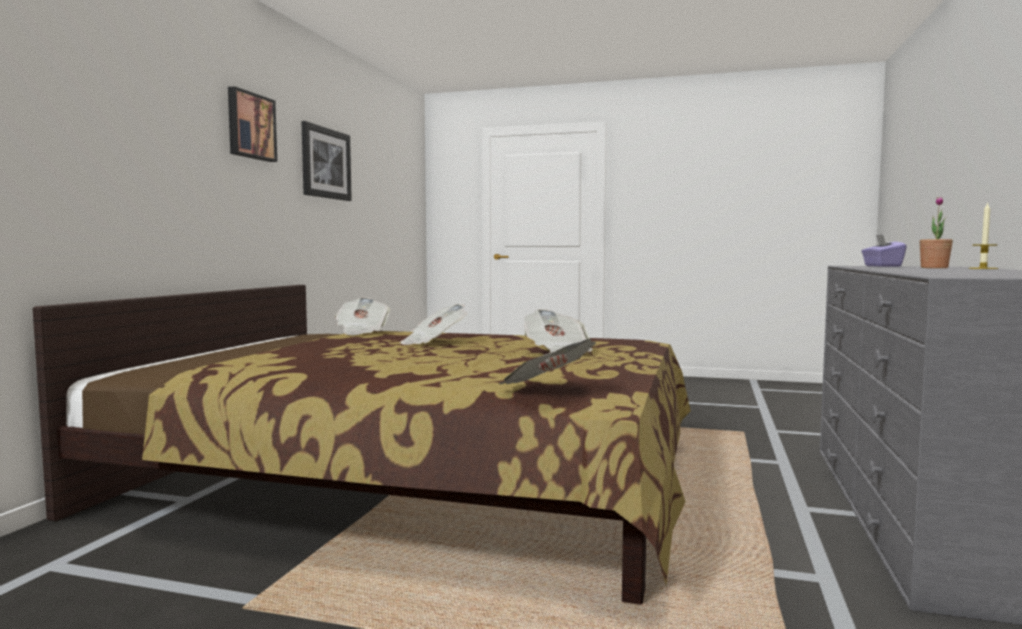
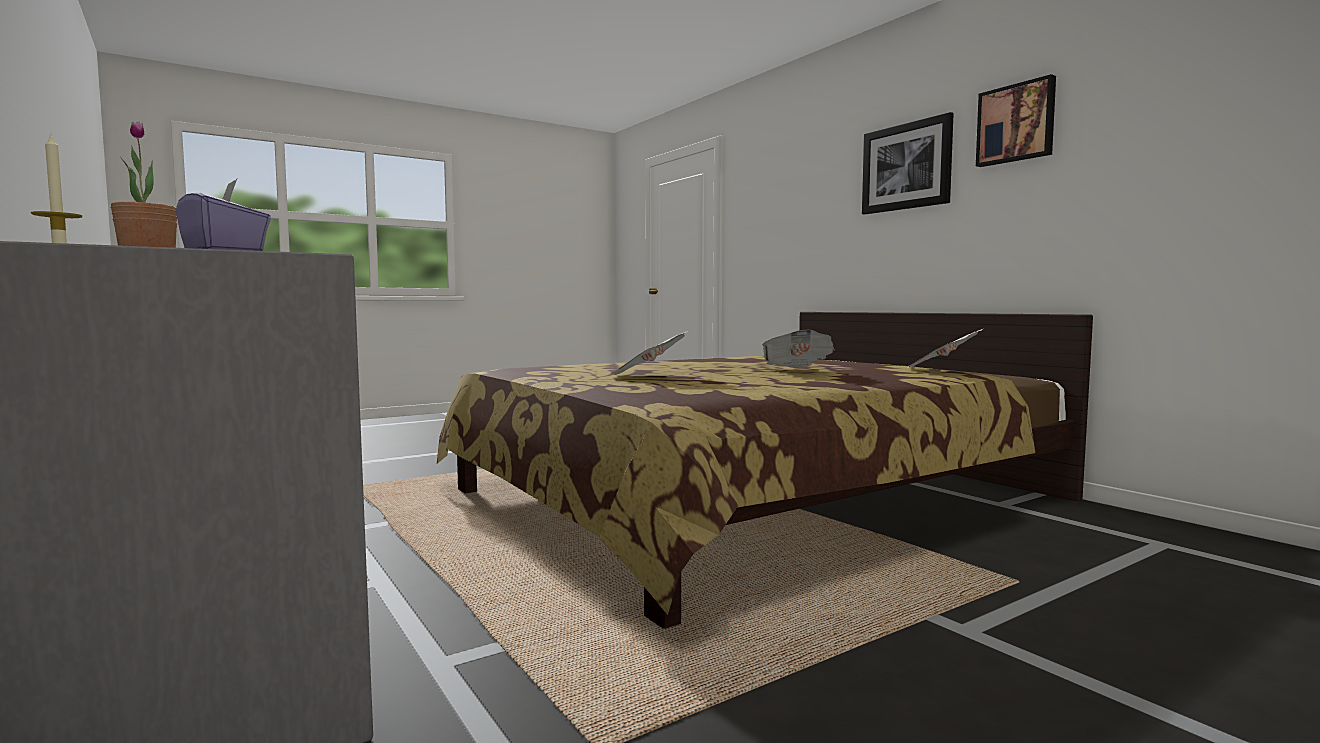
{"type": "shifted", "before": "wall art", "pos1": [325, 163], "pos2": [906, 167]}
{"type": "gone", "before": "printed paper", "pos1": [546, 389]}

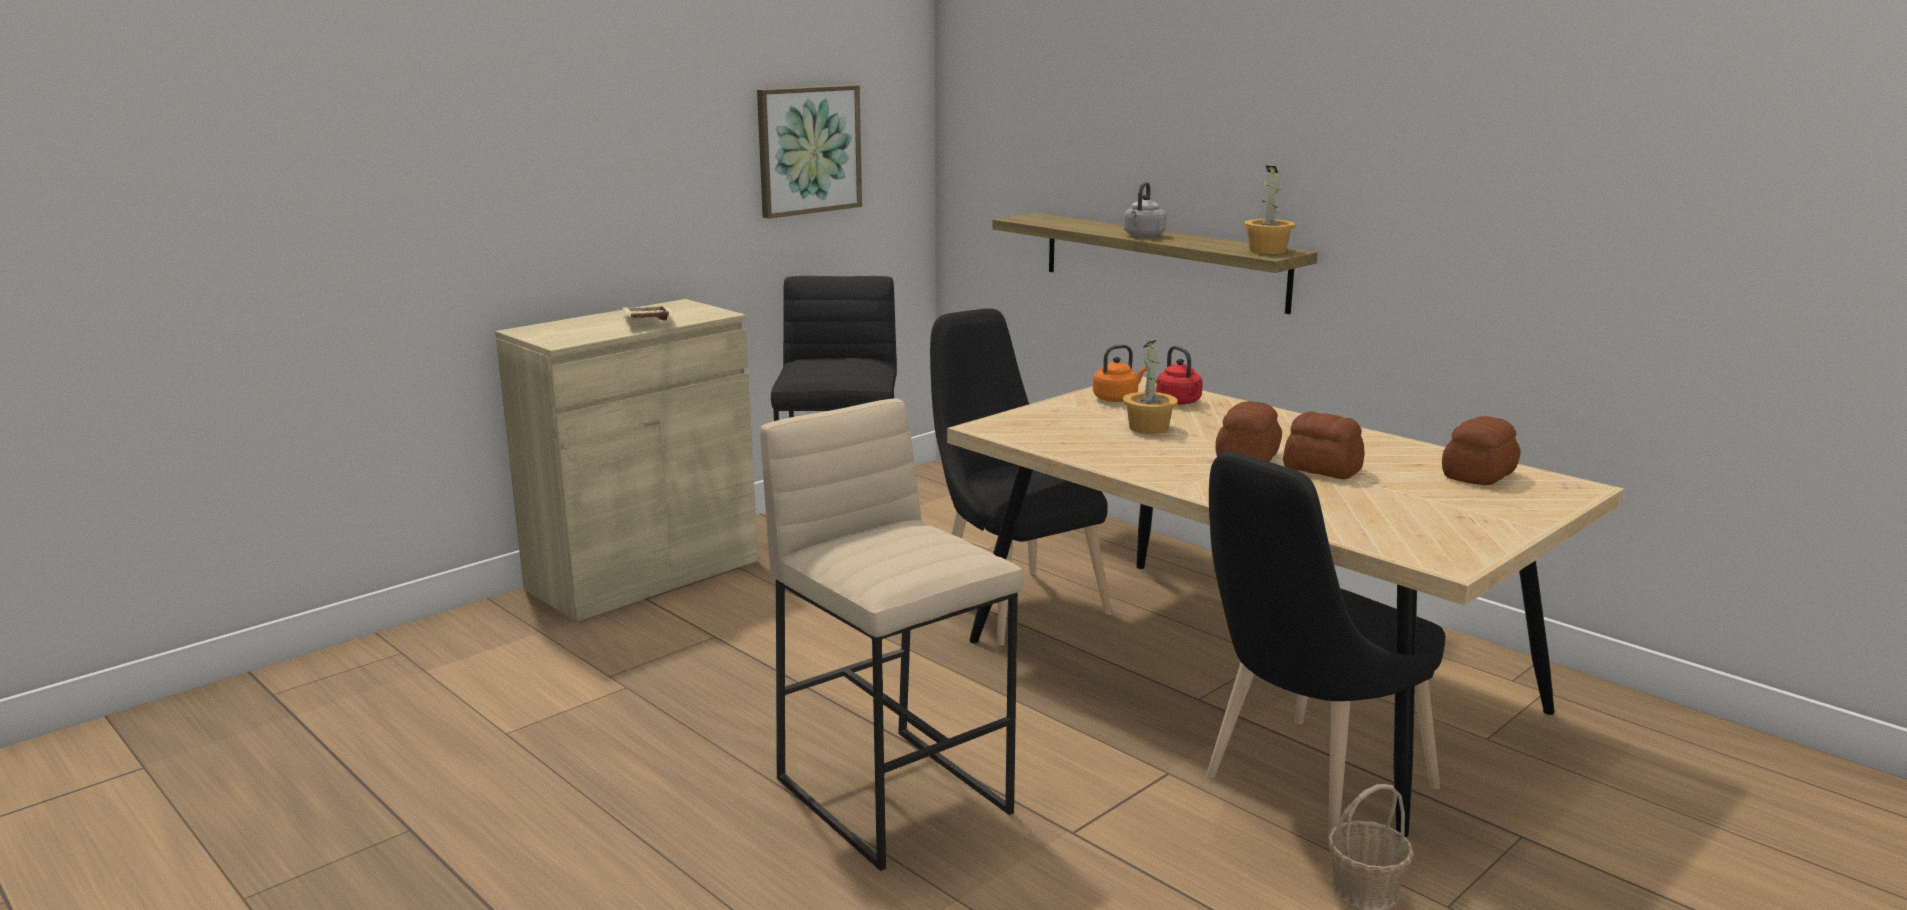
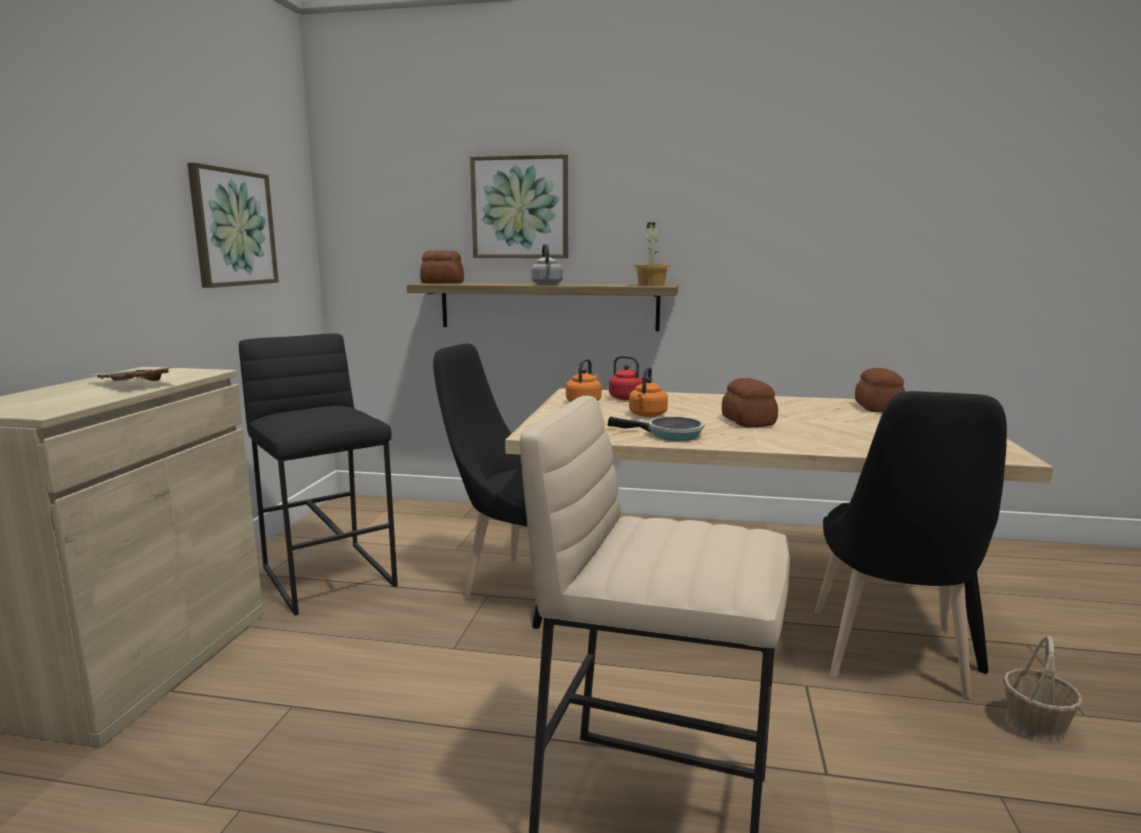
{"type": "shifted", "before": "baked bread", "pos1": [1322, 469], "pos2": [443, 283]}
{"type": "new", "after": "wall art", "pos2": [520, 208]}
{"type": "new", "after": "pan", "pos2": [669, 434]}
{"type": "swapped", "before": "plant in a pot", "after": "orange-coloured tea kettle", "pos1": [1149, 428], "pos2": [647, 415]}

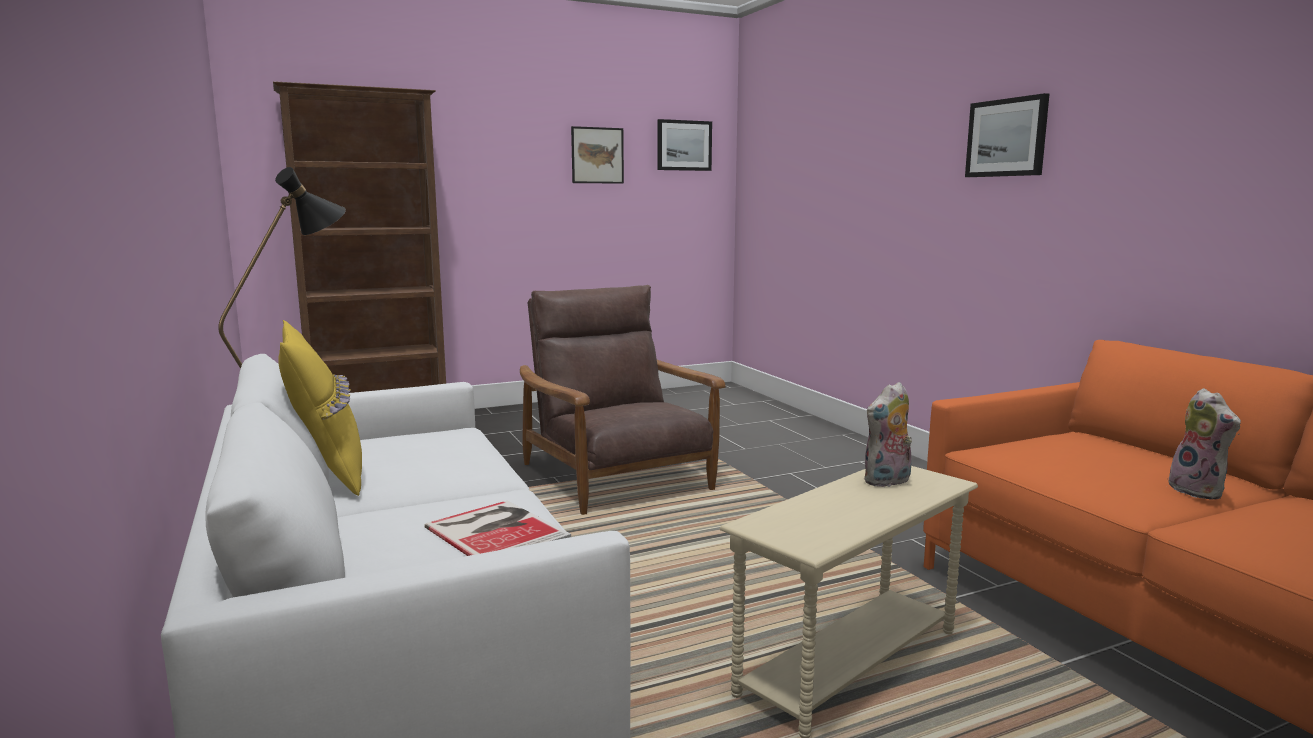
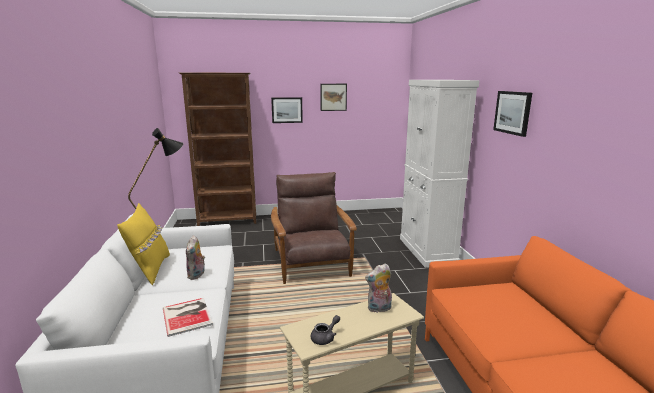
{"type": "shifted", "before": "soft toy", "pos1": [1200, 491], "pos2": [197, 275]}
{"type": "shifted", "before": "wall art", "pos1": [684, 145], "pos2": [287, 110]}
{"type": "new", "after": "gray teapot", "pos2": [325, 338]}
{"type": "new", "after": "white-coloured cupboard", "pos2": [427, 251]}

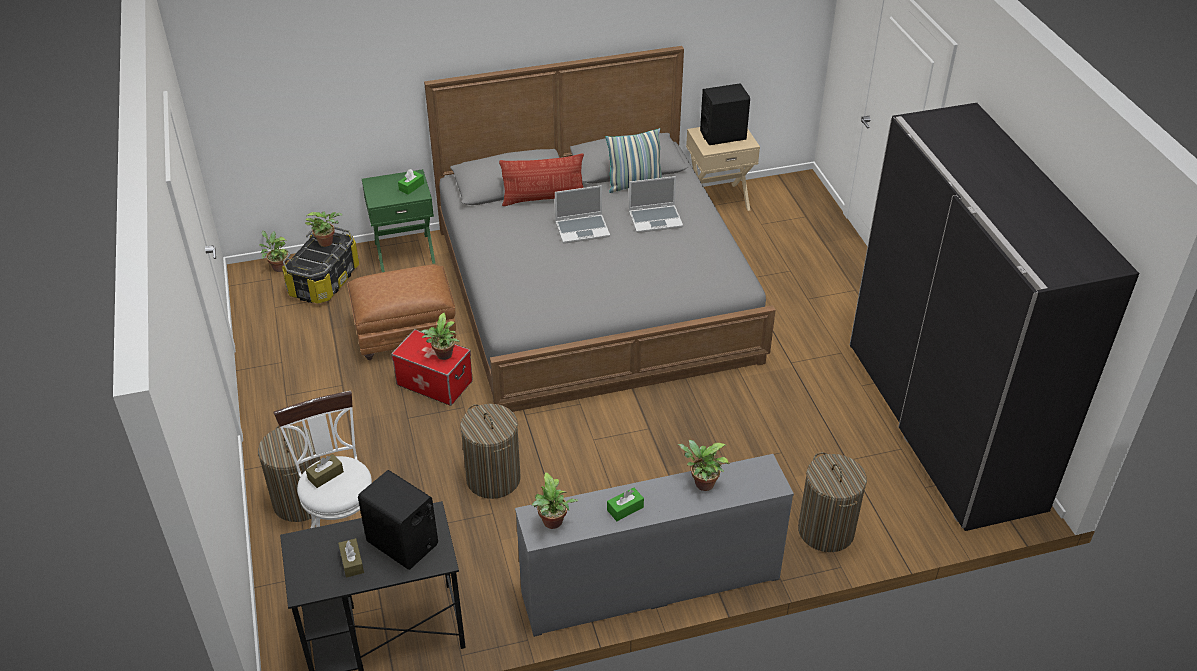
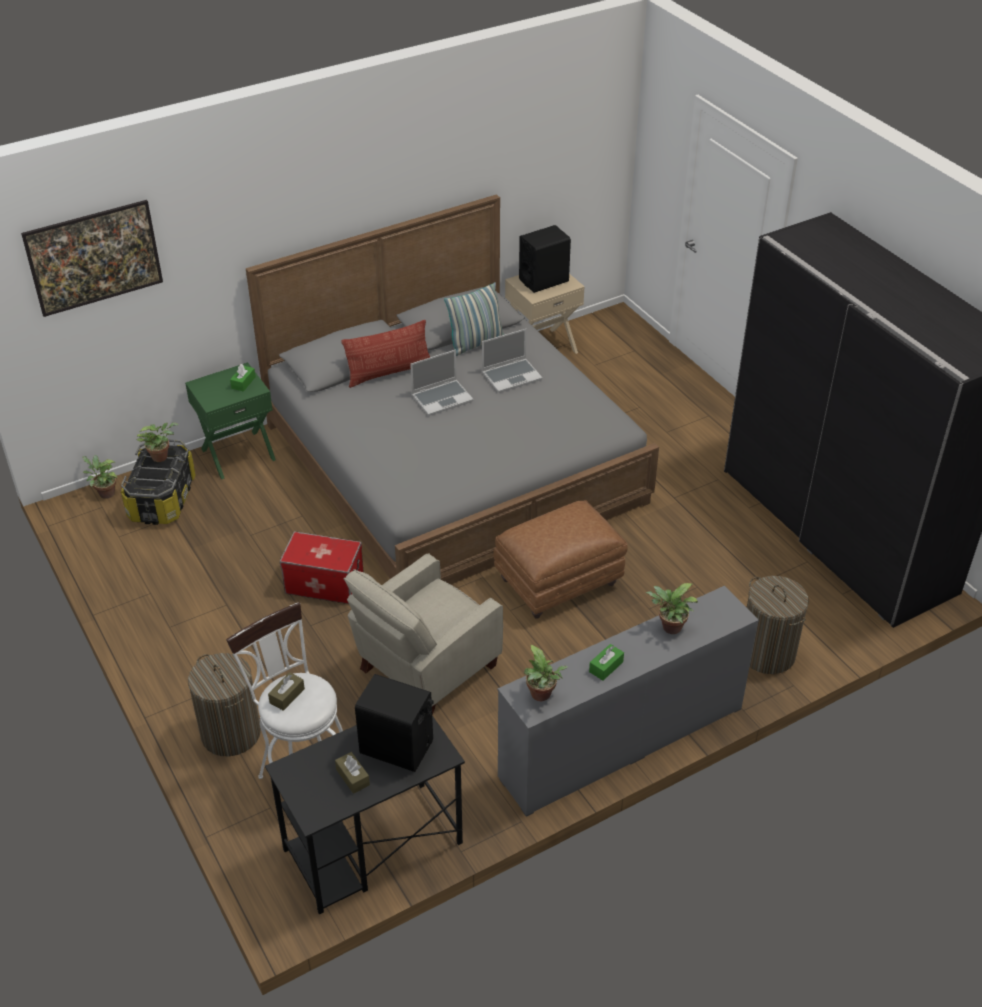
{"type": "new", "after": "wall art", "pos2": [98, 277]}
{"type": "swapped", "before": "hamper", "after": "sand-coloured lounge chair", "pos1": [493, 478], "pos2": [424, 669]}
{"type": "shifted", "before": "brown-coloured pouffe", "pos1": [406, 334], "pos2": [559, 581]}
{"type": "gone", "before": "plant in a pot", "pos1": [443, 356]}

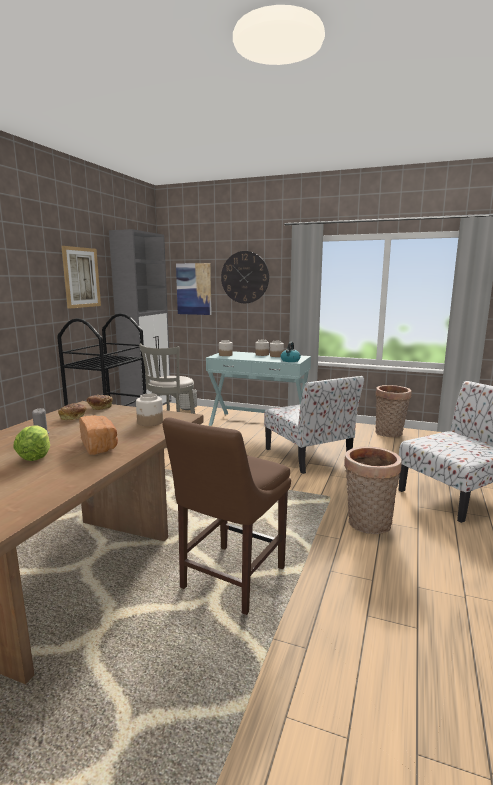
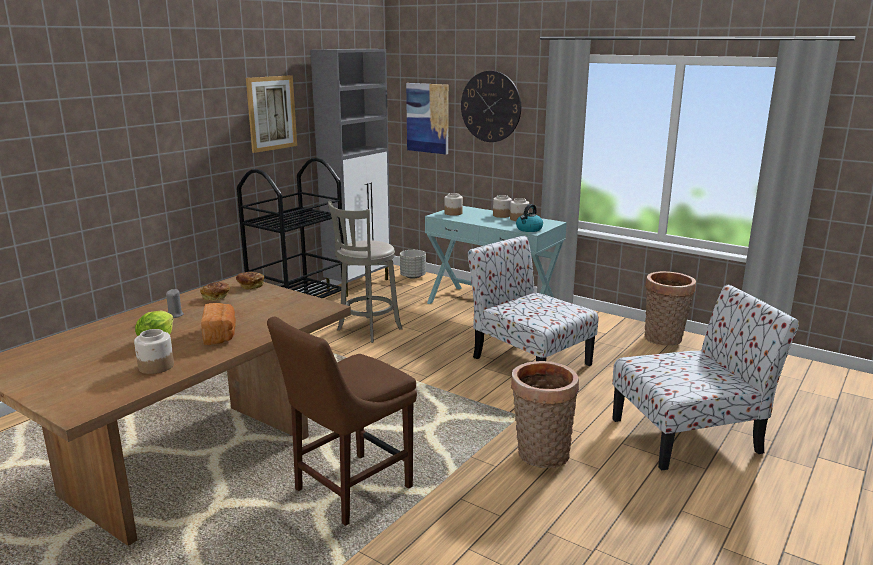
{"type": "shifted", "before": "storage jar", "pos1": [150, 422], "pos2": [156, 367]}
{"type": "rotated", "before": "plain chair", "pos1": [309, 456], "pos2": [529, 360], "turn": 150}

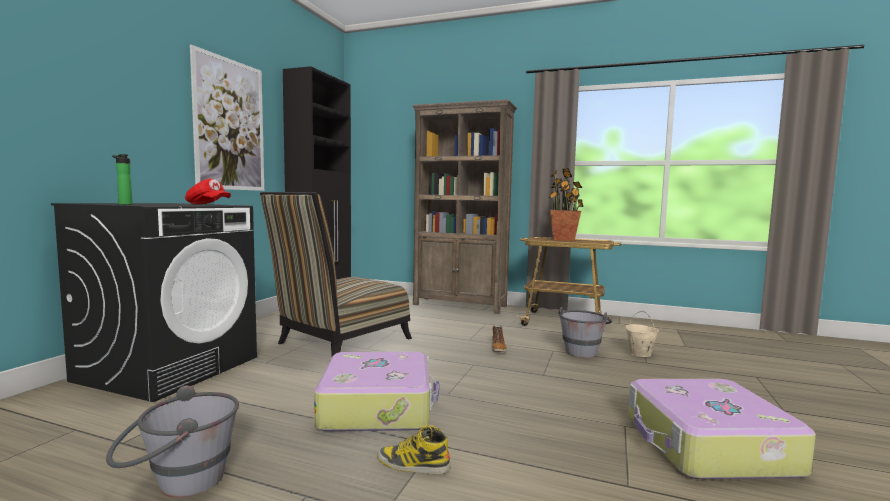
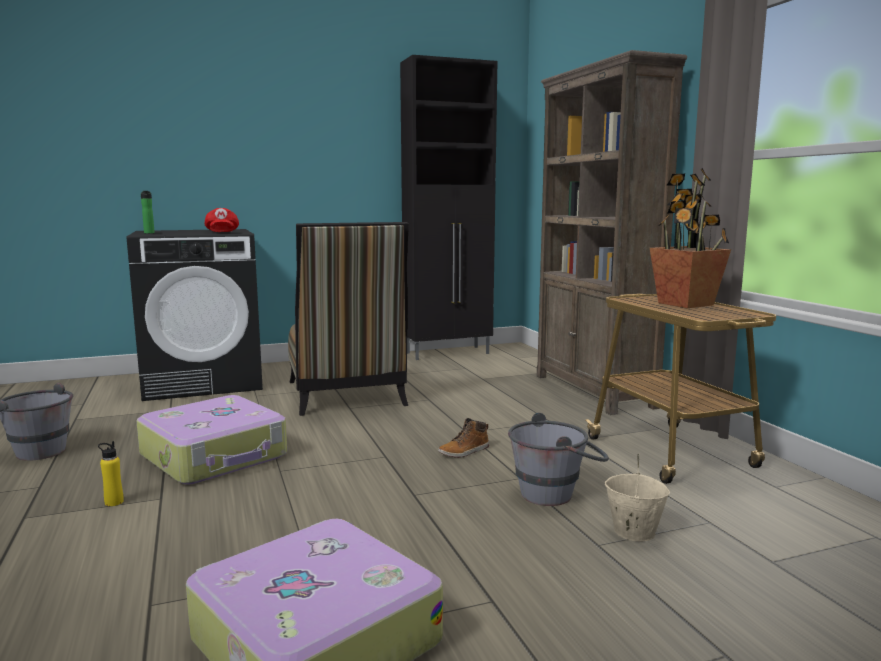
{"type": "swapped", "before": "boot", "after": "yellow-coloured beverage bottle", "pos1": [413, 465], "pos2": [114, 502]}
{"type": "rotated", "before": "plain chair", "pos1": [339, 343], "pos2": [346, 396], "turn": -105}
{"type": "gone", "before": "wall art", "pos1": [230, 125]}

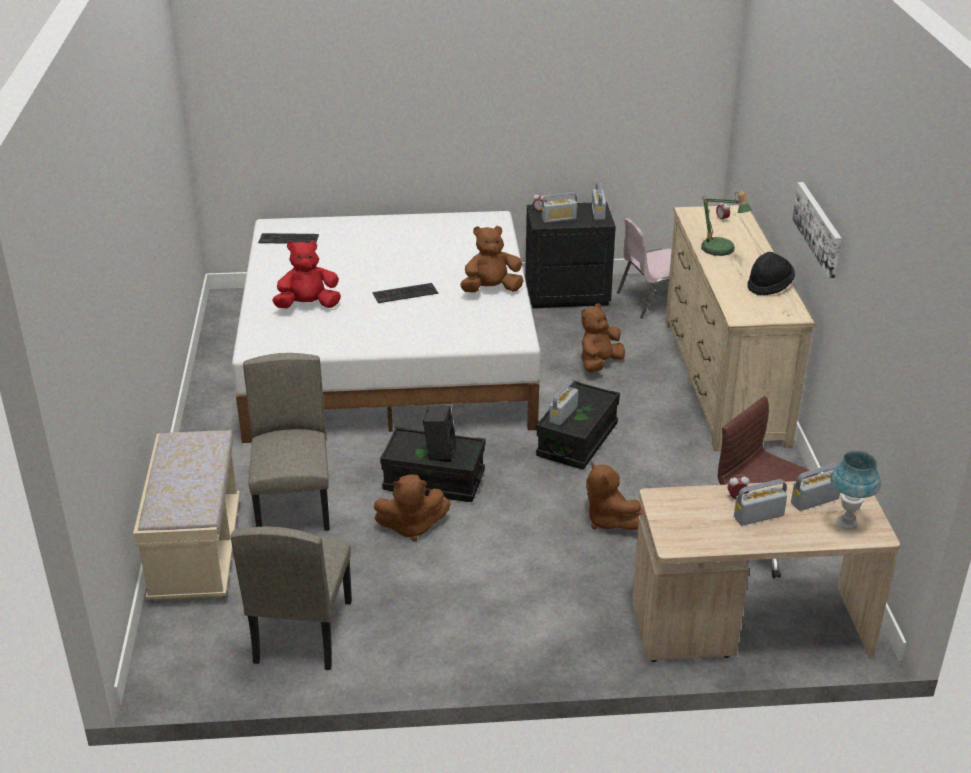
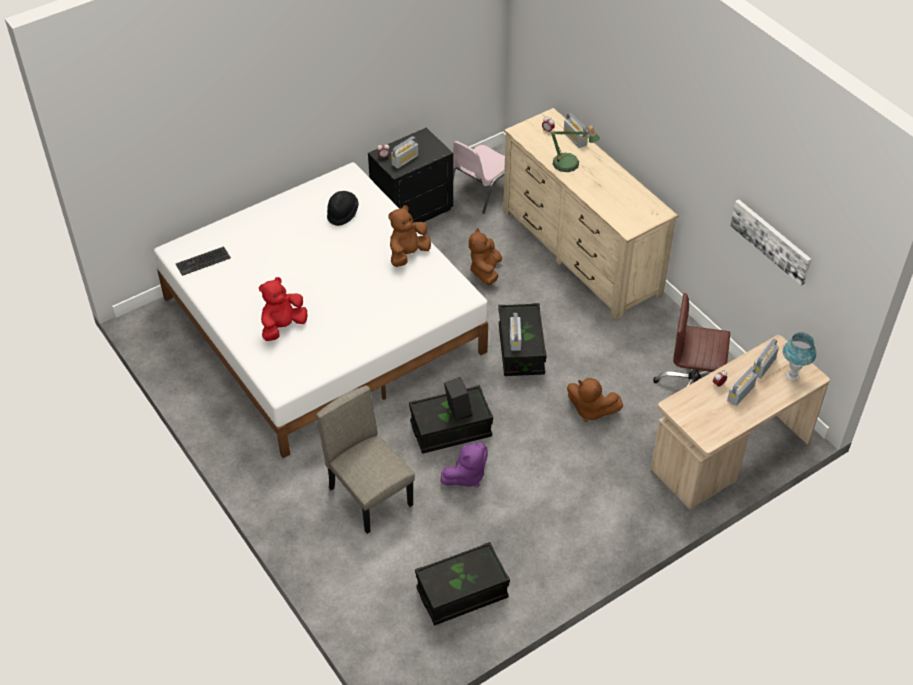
{"type": "shifted", "before": "black-coloured hat", "pos1": [769, 286], "pos2": [342, 214]}
{"type": "swapped", "before": "sand-coloured plain chair", "after": "black-coloured storage container", "pos1": [302, 631], "pos2": [462, 593]}
{"type": "repainted", "before": "brown-coloured soft toy", "after": "purple-coloured soft toy", "pos1": [411, 527], "pos2": [466, 476]}
{"type": "shifted", "before": "radio receiver", "pos1": [598, 212], "pos2": [575, 138]}
{"type": "shifted", "before": "wall art", "pos1": [818, 228], "pos2": [771, 240]}
{"type": "gone", "before": "sand-coloured indoor bench", "pos1": [196, 552]}
{"type": "gone", "before": "keyboard", "pos1": [405, 293]}

